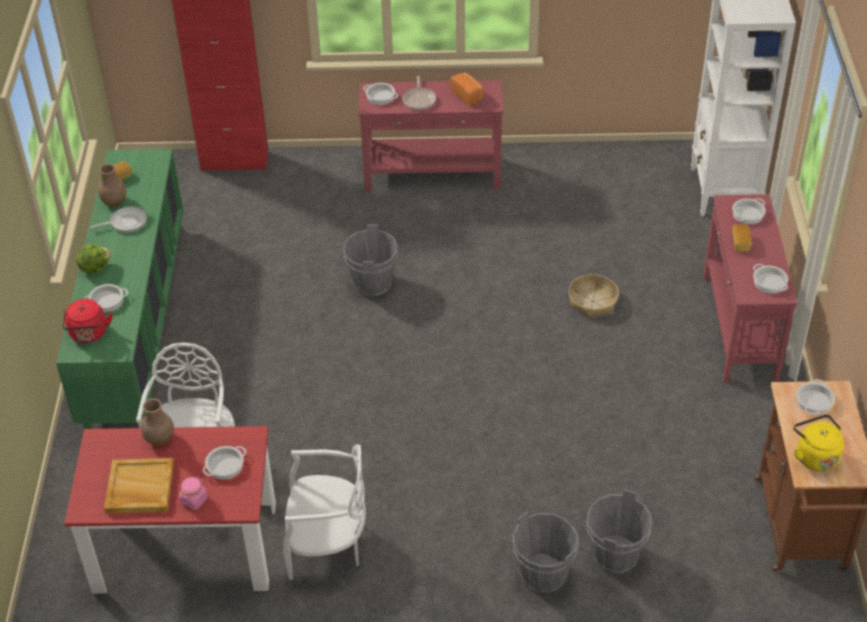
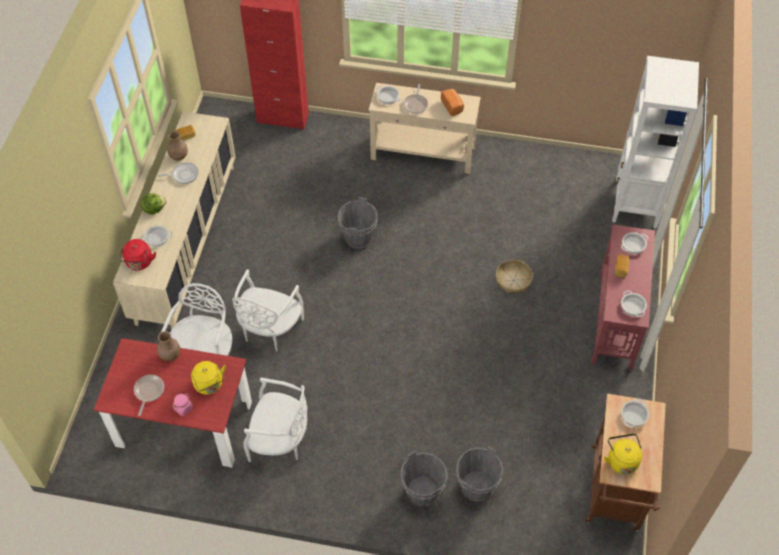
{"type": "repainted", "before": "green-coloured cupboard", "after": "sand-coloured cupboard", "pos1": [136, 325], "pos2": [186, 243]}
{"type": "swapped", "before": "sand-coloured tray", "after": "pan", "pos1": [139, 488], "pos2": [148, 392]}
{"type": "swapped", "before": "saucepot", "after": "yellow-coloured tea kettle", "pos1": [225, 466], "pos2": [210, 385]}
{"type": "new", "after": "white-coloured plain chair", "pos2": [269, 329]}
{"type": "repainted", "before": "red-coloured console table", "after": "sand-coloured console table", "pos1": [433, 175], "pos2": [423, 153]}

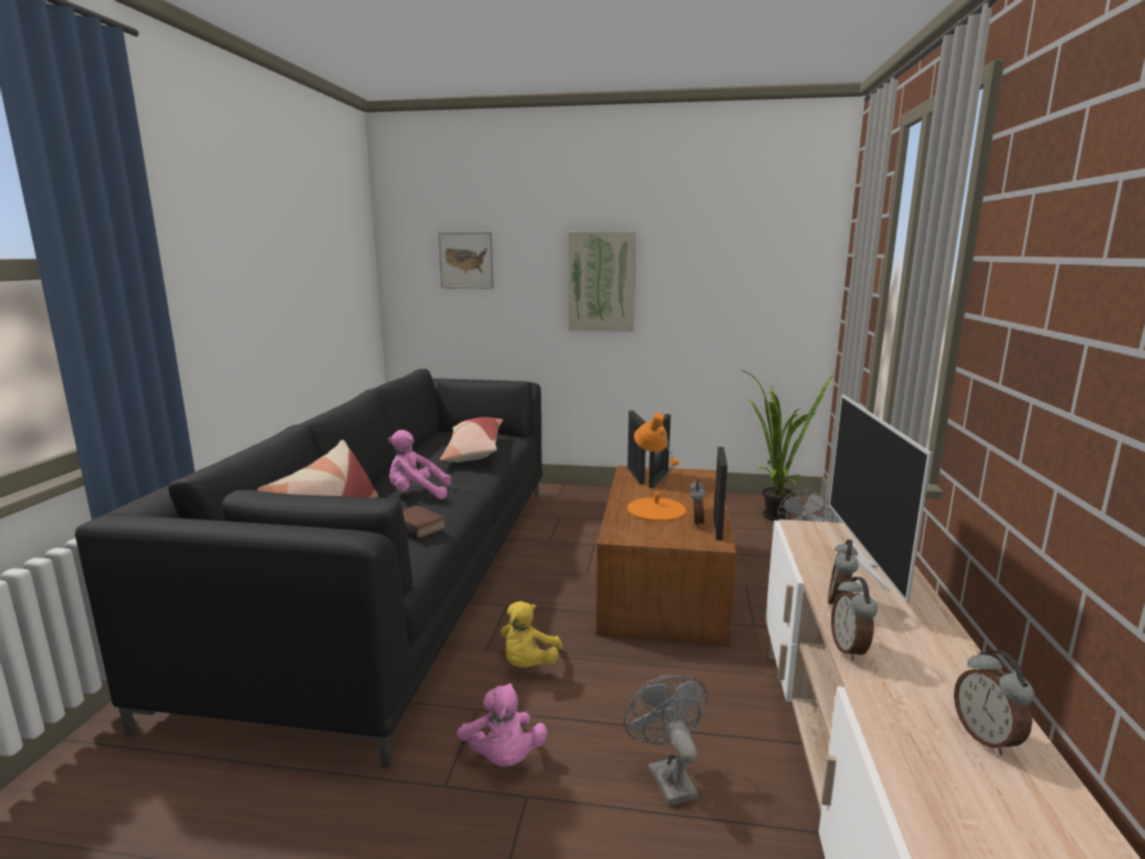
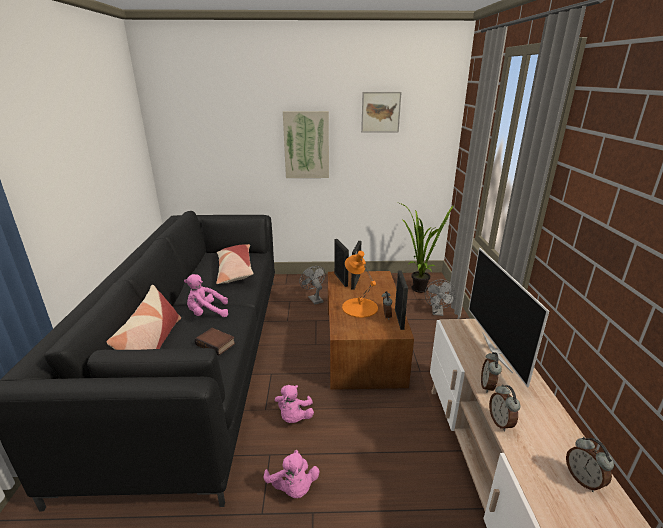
{"type": "repainted", "before": "yellow-coloured soft toy", "after": "pinkish soft toy", "pos1": [528, 665], "pos2": [294, 417]}
{"type": "shifted", "before": "gray fan", "pos1": [667, 776], "pos2": [314, 298]}
{"type": "shifted", "before": "wall art", "pos1": [466, 260], "pos2": [380, 112]}

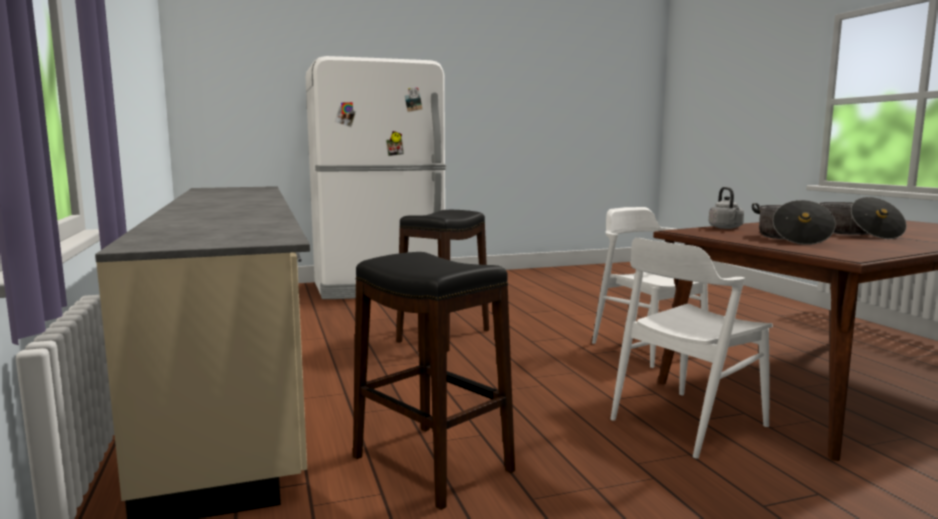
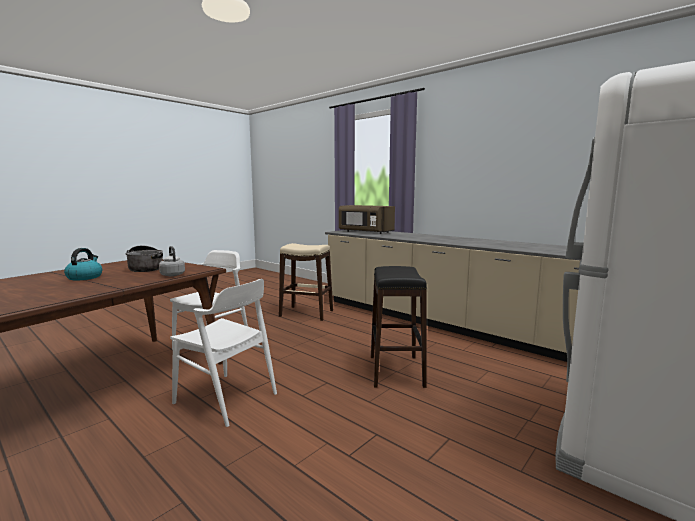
{"type": "swapped", "before": "saucepot", "after": "tea kettle", "pos1": [855, 233], "pos2": [85, 277]}
{"type": "repainted", "before": "black-coloured stool seat", "after": "sand-coloured stool seat", "pos1": [431, 464], "pos2": [306, 313]}
{"type": "new", "after": "brown-coloured microwave oven", "pos2": [365, 232]}

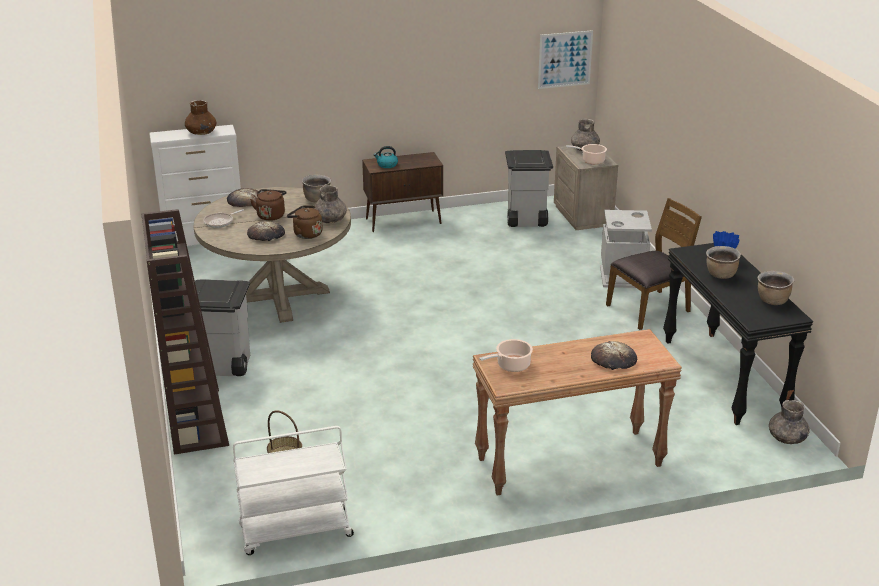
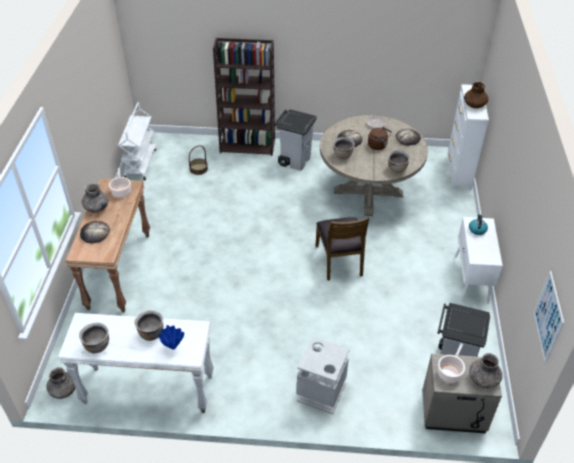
{"type": "repainted", "before": "black-coloured console table", "after": "white-coloured console table", "pos1": [724, 377], "pos2": [148, 390]}
{"type": "shifted", "before": "gray flower vase", "pos1": [330, 220], "pos2": [96, 207]}
{"type": "shifted", "before": "brown-coloured plain chair", "pos1": [649, 309], "pos2": [340, 260]}
{"type": "swapped", "before": "brown-coloured tea kettle", "after": "brown-coloured saucepot", "pos1": [306, 234], "pos2": [343, 155]}
{"type": "repainted", "before": "brown-coloured cupboard", "after": "white-coloured cupboard", "pos1": [404, 221], "pos2": [471, 279]}

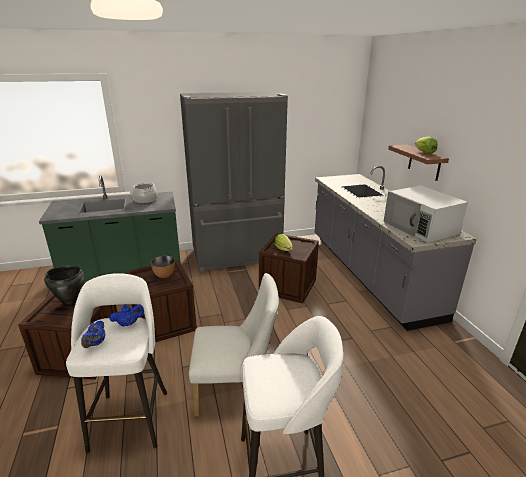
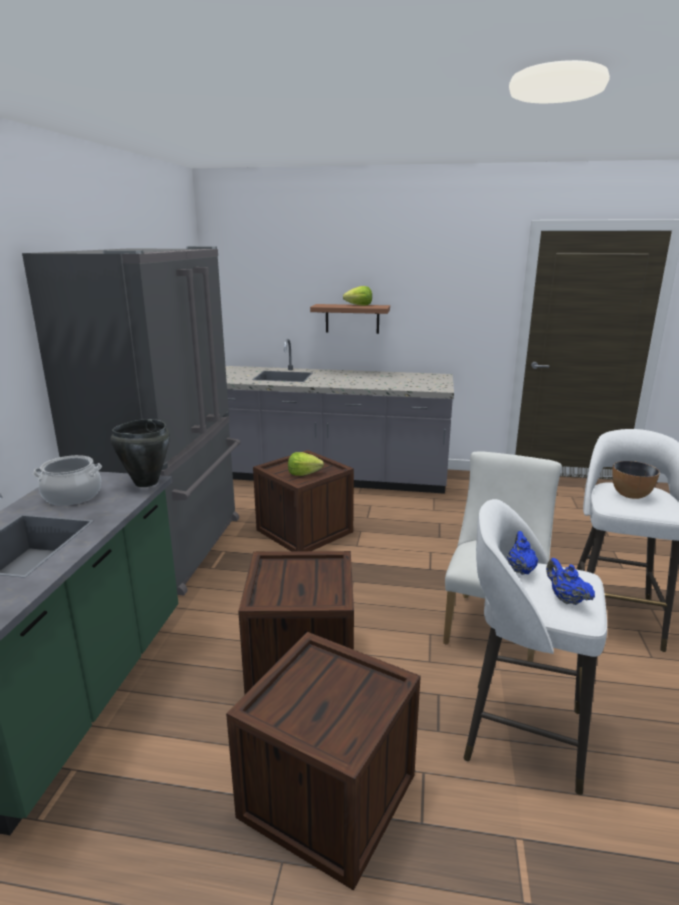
{"type": "shifted", "before": "black-coloured saucepot", "pos1": [71, 302], "pos2": [145, 483]}
{"type": "rotated", "before": "blue-coloured teapot", "pos1": [96, 343], "pos2": [565, 599], "turn": -150}
{"type": "shifted", "before": "serving bowl", "pos1": [164, 275], "pos2": [630, 495]}
{"type": "gone", "before": "white-coloured microwave oven", "pos1": [420, 227]}

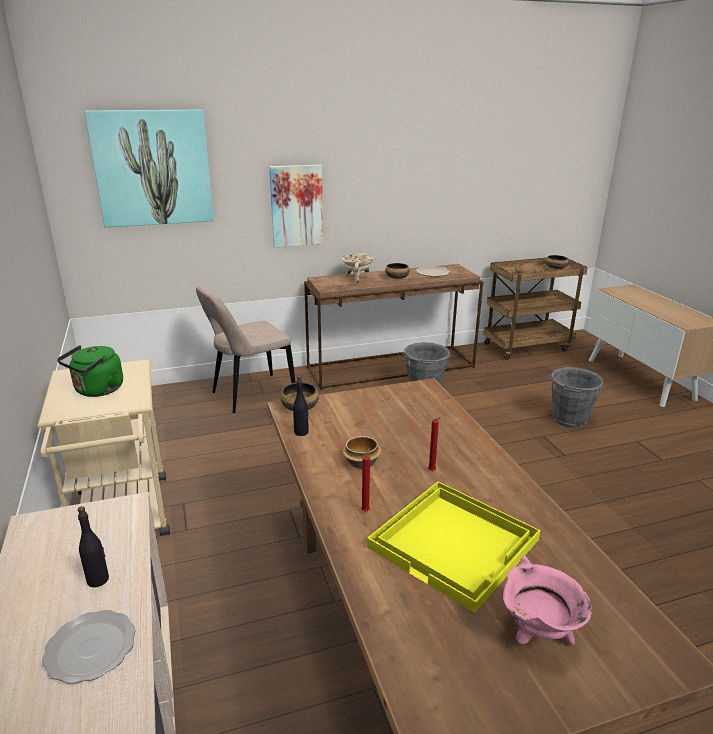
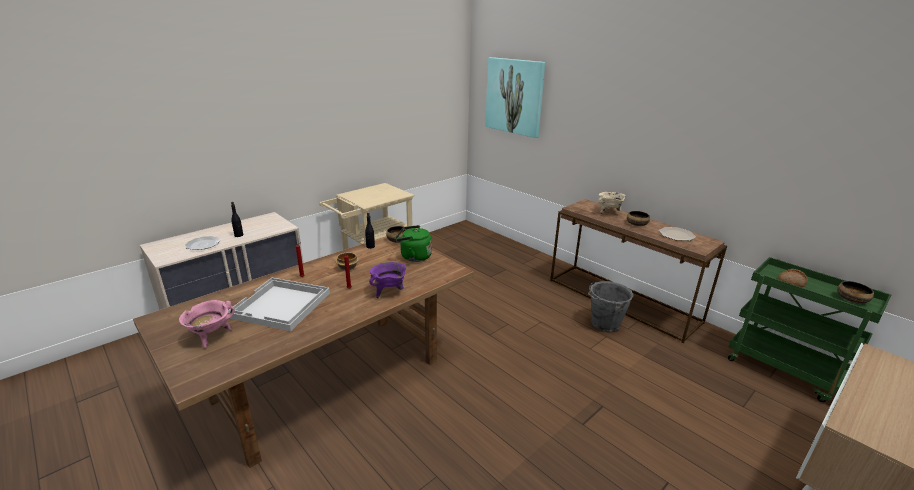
{"type": "repainted", "before": "yellow-coloured tray", "after": "white-coloured tray", "pos1": [455, 543], "pos2": [281, 305]}
{"type": "new", "after": "purple-coloured saucepot", "pos2": [389, 292]}
{"type": "shifted", "before": "green-coloured tea kettle", "pos1": [97, 391], "pos2": [413, 256]}
{"type": "repainted", "before": "brown-coloured trolley", "after": "green-coloured trolley", "pos1": [527, 346], "pos2": [785, 370]}
{"type": "gone", "before": "sand-coloured plain chair", "pos1": [250, 395]}
{"type": "gone", "before": "wall art", "pos1": [296, 206]}
{"type": "gone", "before": "gray bucket", "pos1": [569, 420]}

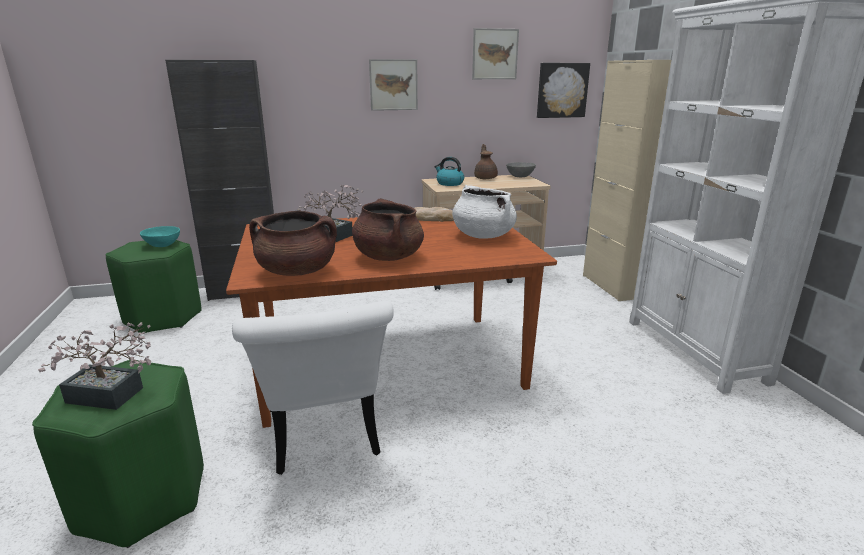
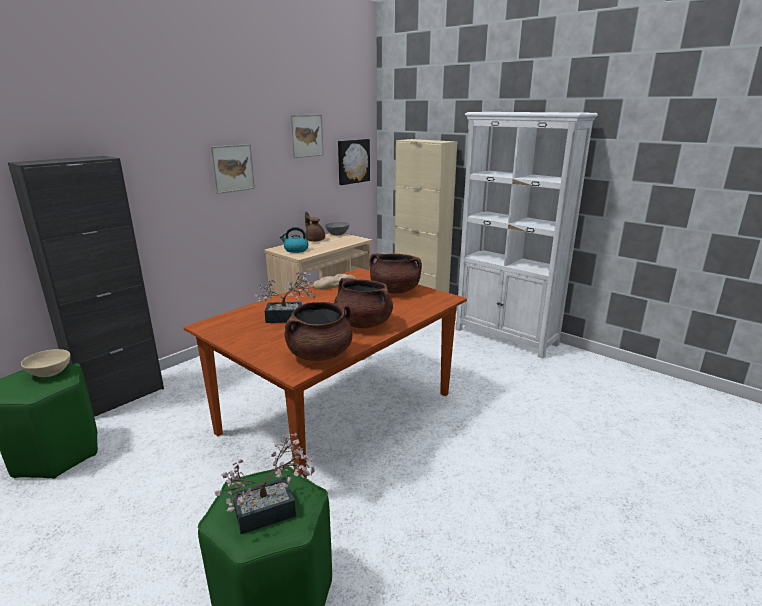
{"type": "repainted", "before": "turquoise-coloured serving bowl", "after": "sand-coloured serving bowl", "pos1": [163, 245], "pos2": [50, 373]}
{"type": "repainted", "before": "white-coloured saucepot", "after": "brown-coloured saucepot", "pos1": [482, 235], "pos2": [394, 290]}
{"type": "gone", "before": "white-coloured plain chair", "pos1": [324, 439]}

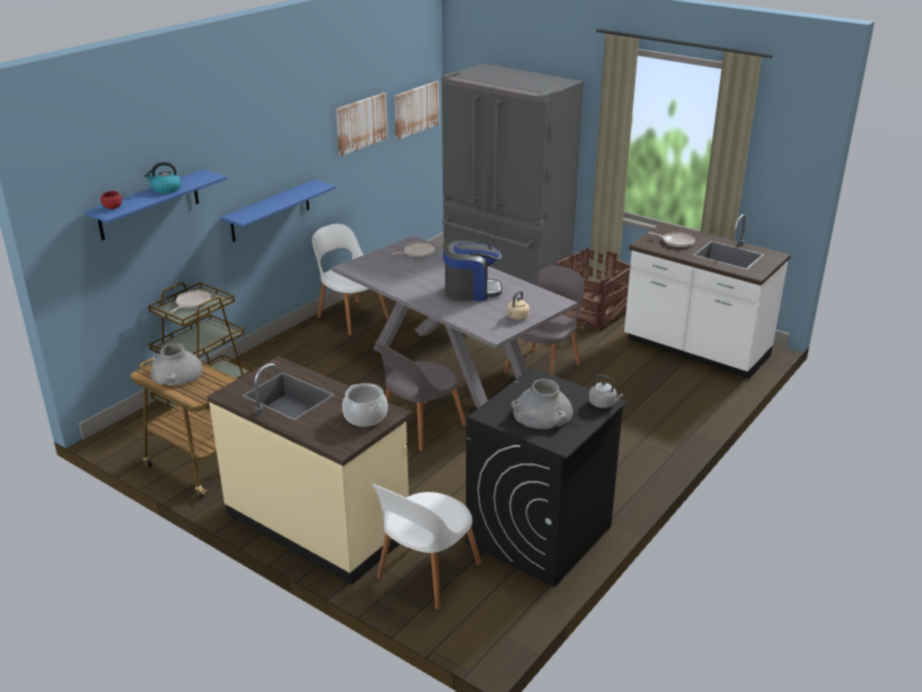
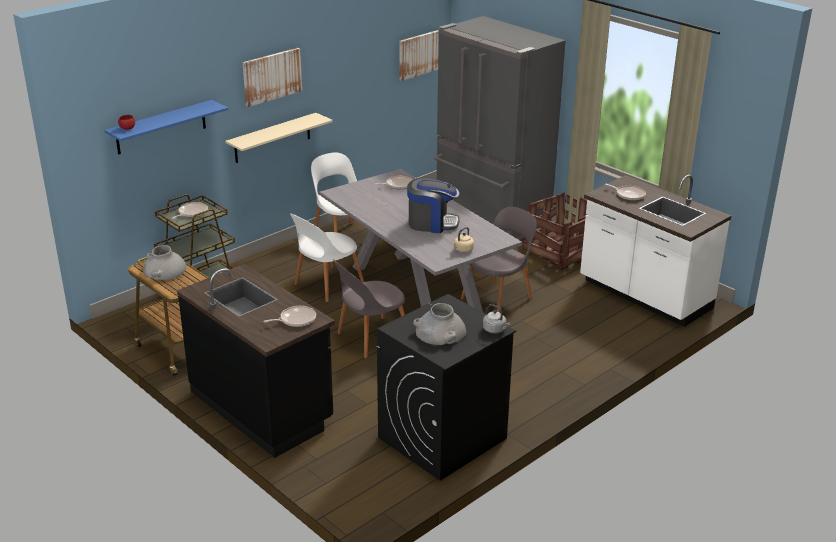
{"type": "repainted", "before": "sand-coloured counter", "after": "black-coloured counter", "pos1": [318, 524], "pos2": [262, 407]}
{"type": "repainted", "before": "blue-coloured wall shelf", "after": "sand-coloured wall shelf", "pos1": [270, 211], "pos2": [272, 138]}
{"type": "shifted", "before": "wall art", "pos1": [360, 123], "pos2": [272, 76]}
{"type": "swapped", "before": "saucepot", "after": "pan", "pos1": [365, 416], "pos2": [296, 319]}
{"type": "shifted", "before": "white-coloured plain chair", "pos1": [426, 574], "pos2": [327, 285]}
{"type": "gone", "before": "tea kettle", "pos1": [166, 189]}

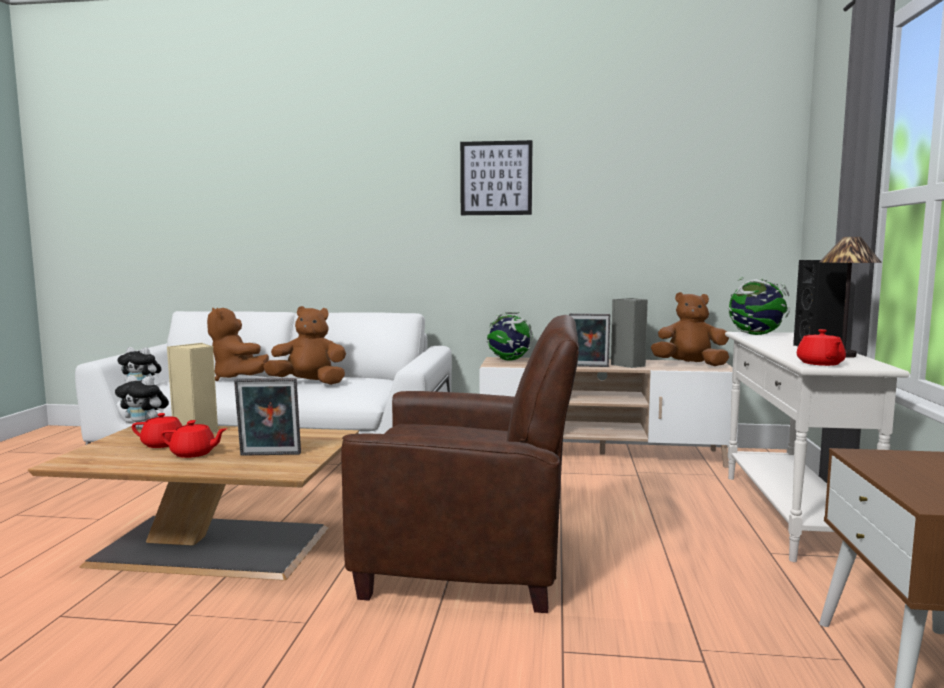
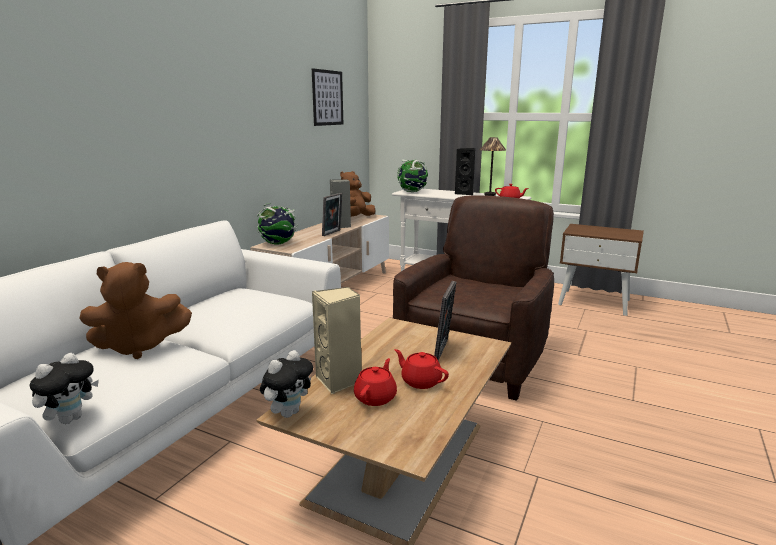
{"type": "shifted", "before": "wall art", "pos1": [496, 178], "pos2": [327, 98]}
{"type": "rotated", "before": "red-coloured teapot", "pos1": [194, 453], "pos2": [420, 381], "turn": -75}
{"type": "gone", "before": "brown-coloured soft toy", "pos1": [309, 383]}

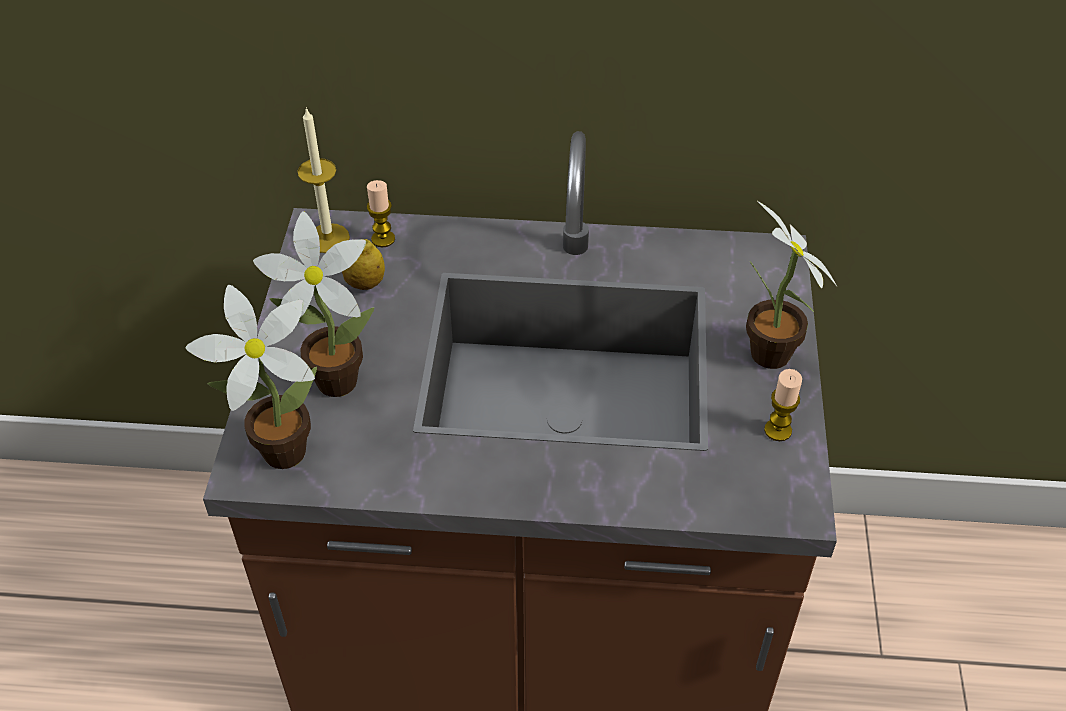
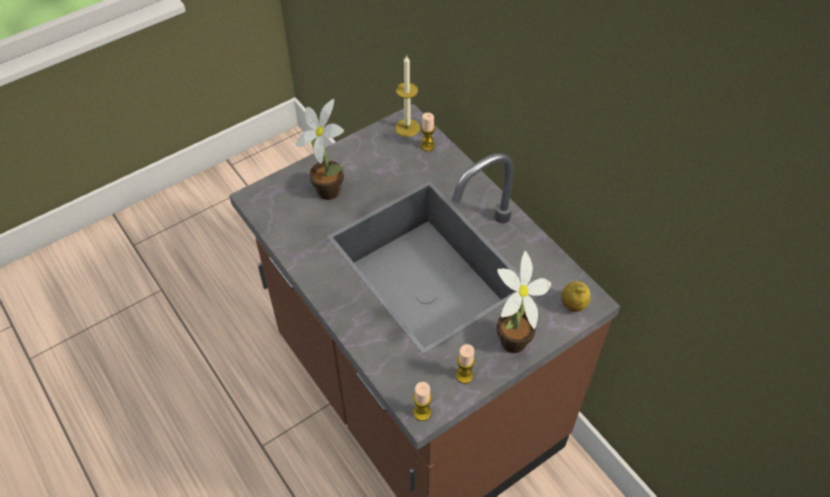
{"type": "new", "after": "wax candle", "pos2": [422, 412]}
{"type": "shifted", "before": "citrus fruit", "pos1": [365, 284], "pos2": [573, 305]}
{"type": "gone", "before": "plant in a pot", "pos1": [276, 451]}

